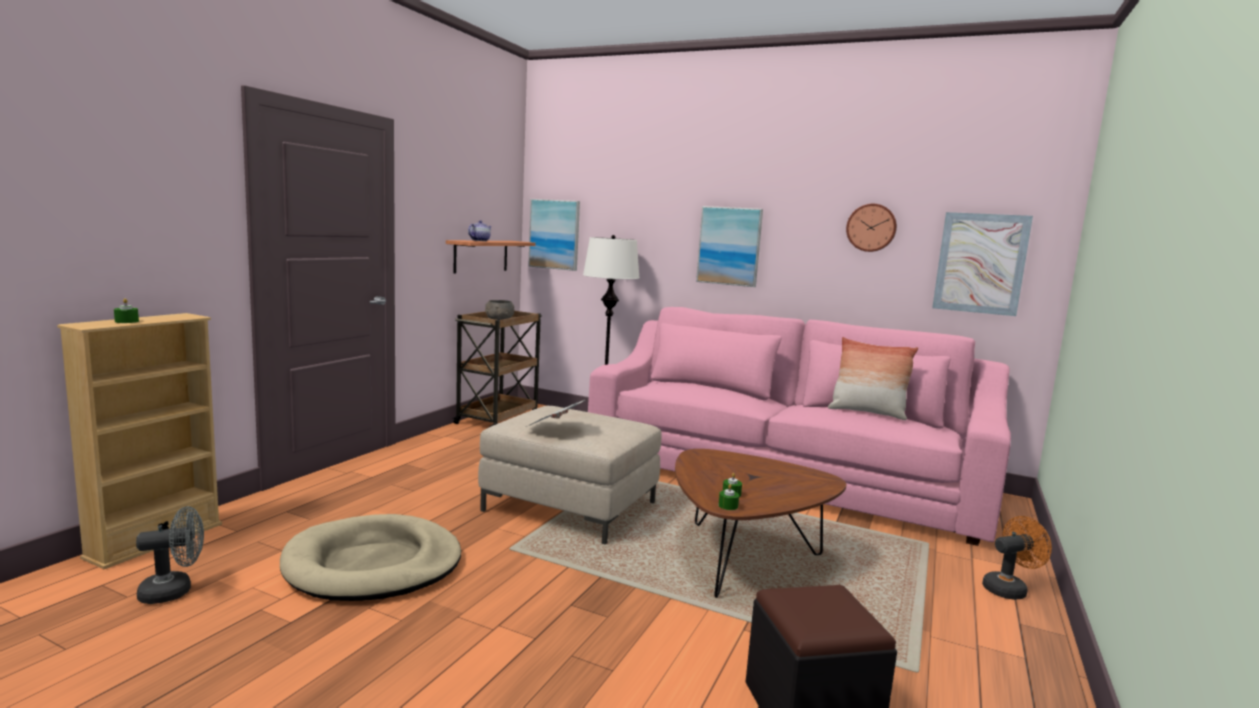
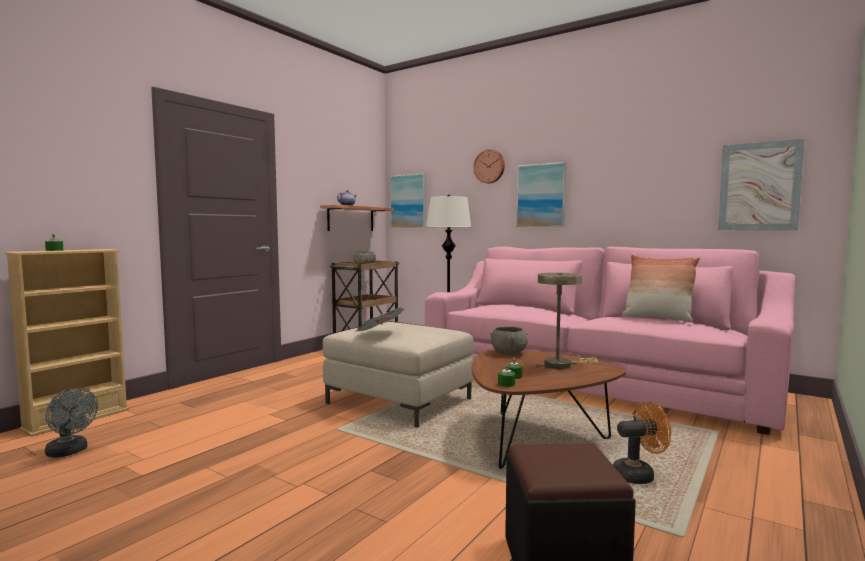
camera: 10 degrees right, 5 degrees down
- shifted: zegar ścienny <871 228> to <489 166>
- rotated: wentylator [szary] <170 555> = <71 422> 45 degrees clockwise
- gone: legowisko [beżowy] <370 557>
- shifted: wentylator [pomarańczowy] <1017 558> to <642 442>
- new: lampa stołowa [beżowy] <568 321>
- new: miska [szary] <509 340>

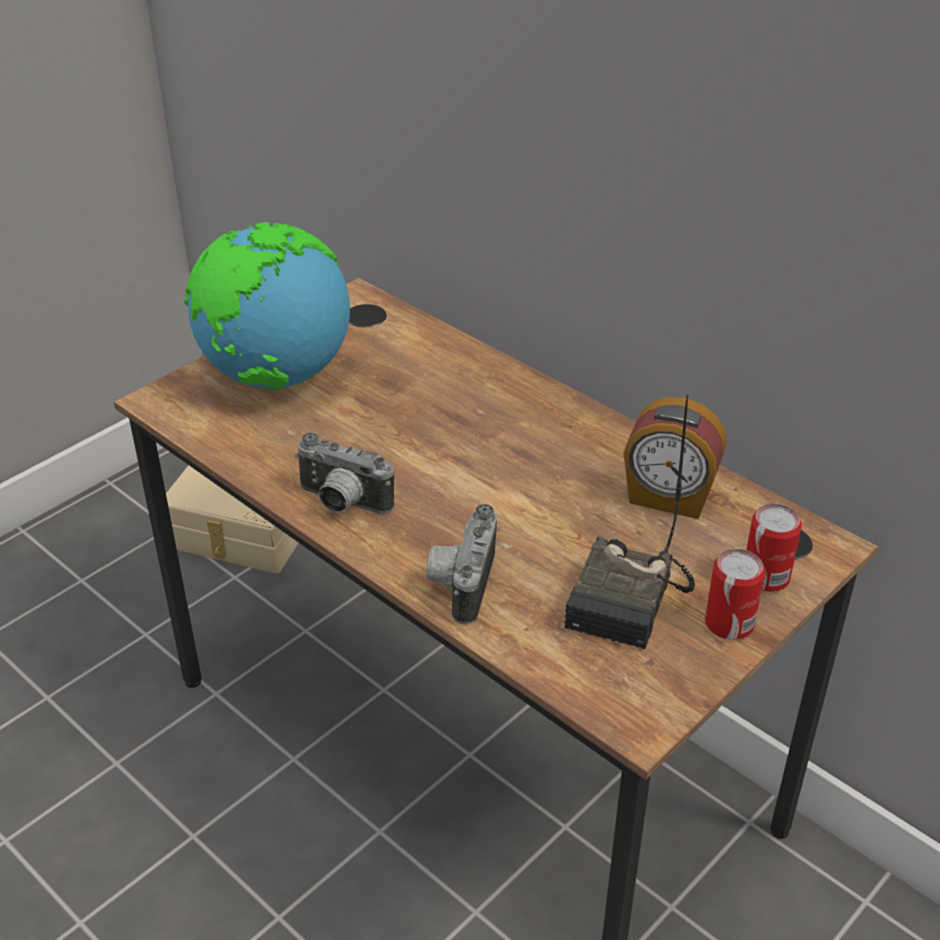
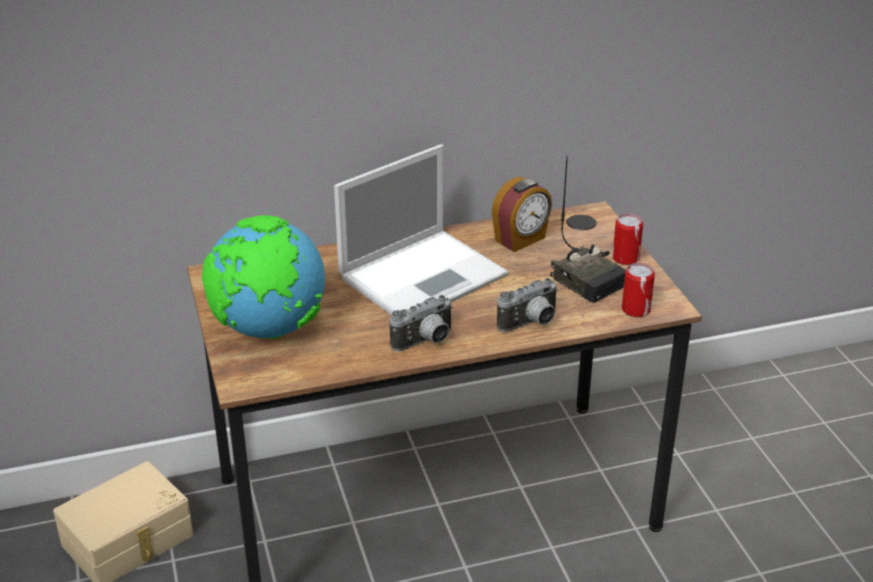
camera: 60 degrees left, 5 degrees down
- rotated: aparat fotograficzny <461 564> = <527 305> 75 degrees counterclockwise
- shifted: puszka <774 548> to <638 290>
- new: laptop <421 229>

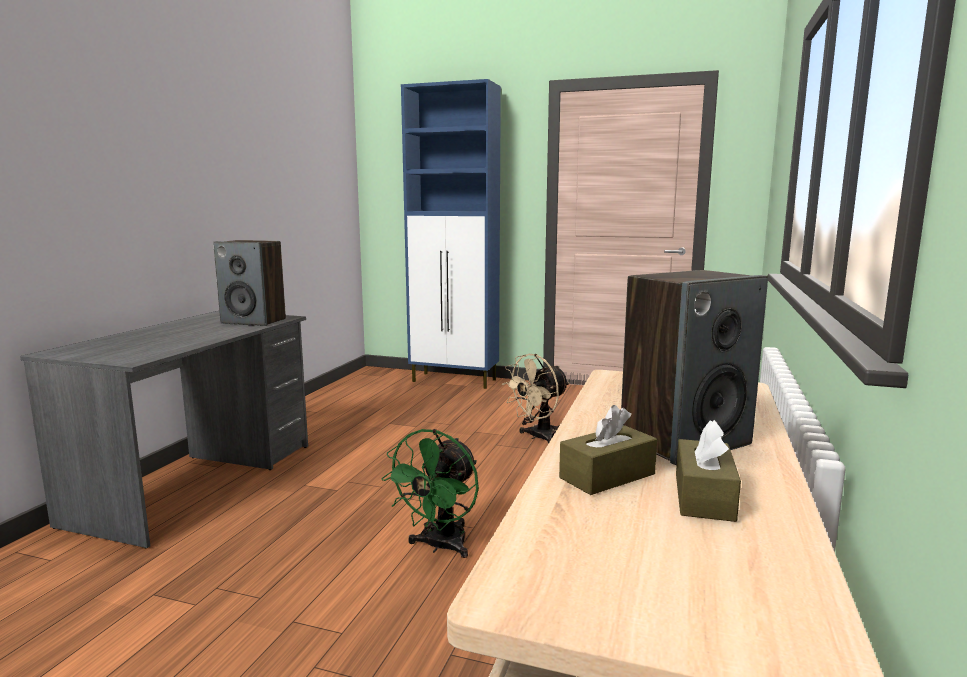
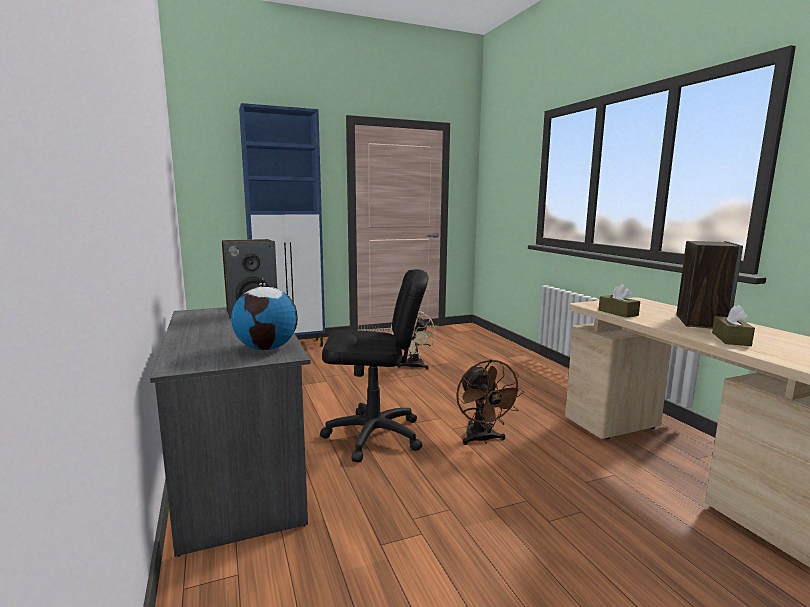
camera: 40 degrees left, 0 degrees up
- shifted: pudełko chusteczek [brązowy] <708 471> to <619 301>
- repainted: wentylator [zielony] <430 493> to wentylator [brązowy] <490 402>
- new: krzesło biurowe [czarny] <374 365>
- new: globus <264 313>

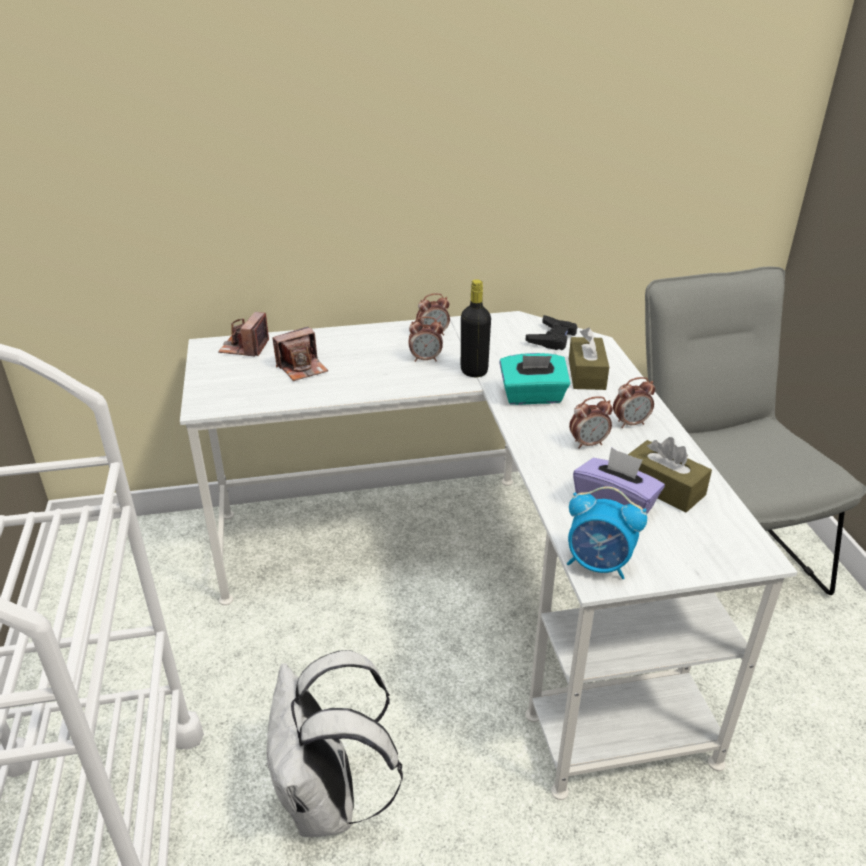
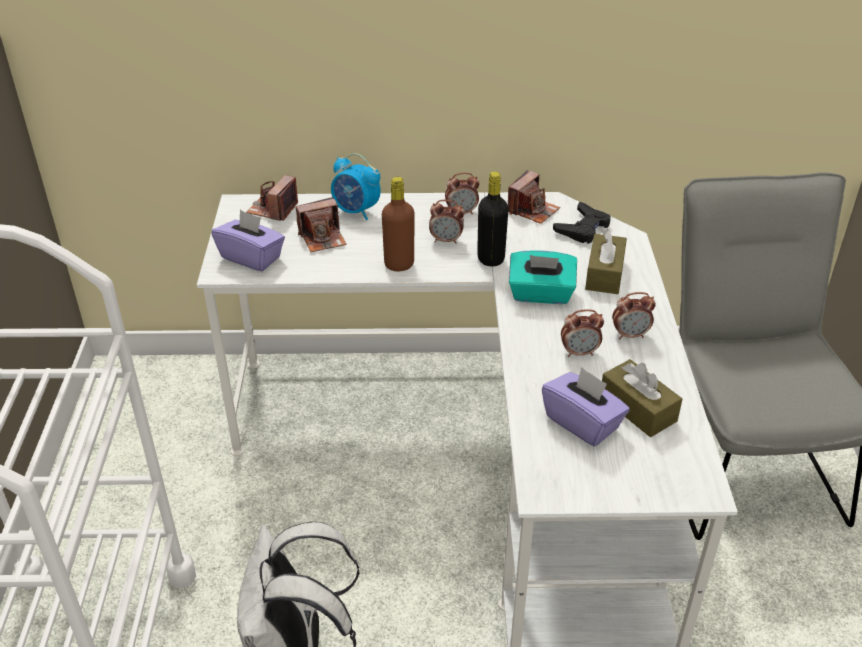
camera: 10 degrees right, 5 degrees up
- shifted: budzik <607 532> to <356 186>
- new: aparat fotograficzny <534 197>
- new: butelka [brązowy] <398 224>
- new: pudełko chusteczek [fioletowy] <248 240>

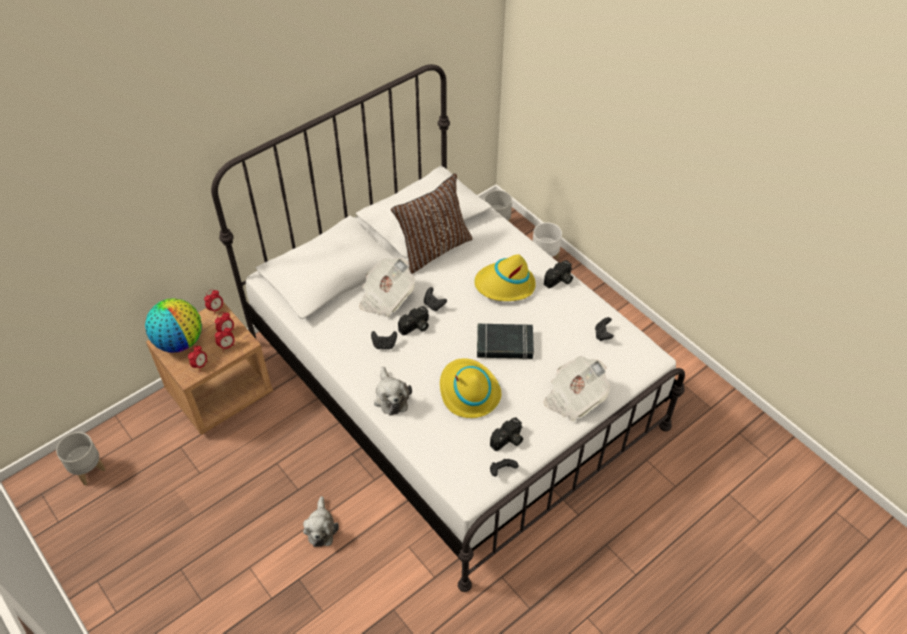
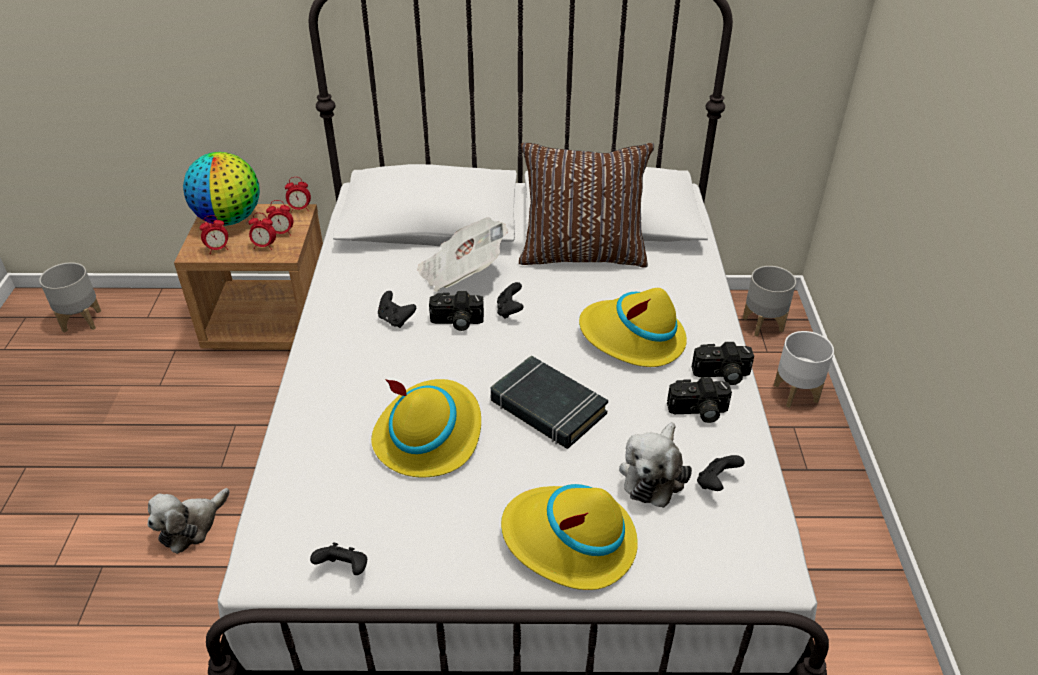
camera: 40 degrees right, 10 degrees down
- swapped: gazeta <576 389> to kapelusz [żółty] <569 537>
- shifted: pluszak <393 391> to <655 465>
- shifted: aparat fotograficzny <506 434> to <699 400>

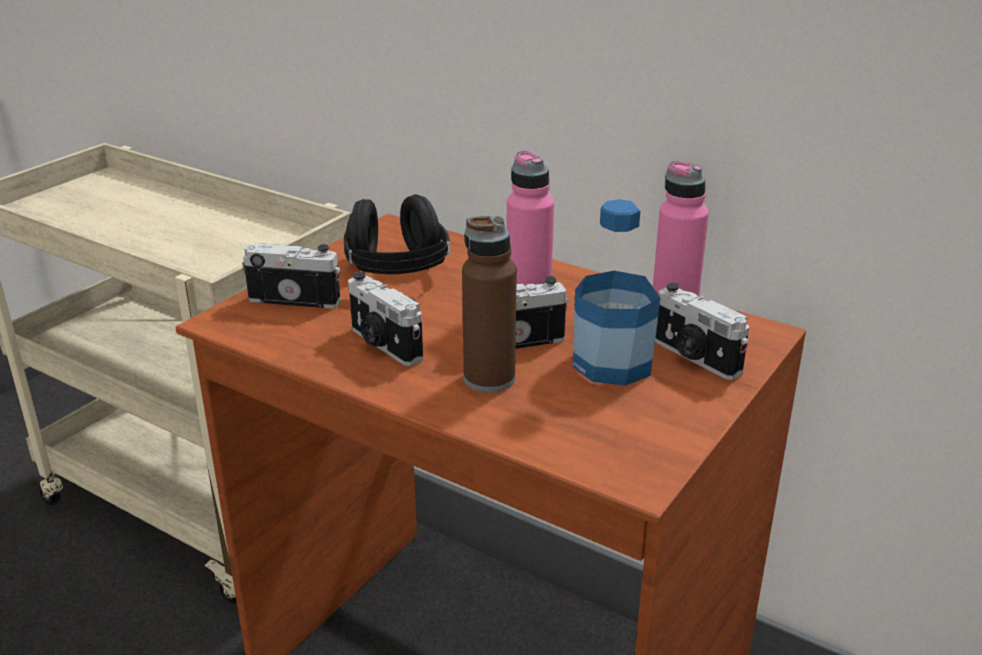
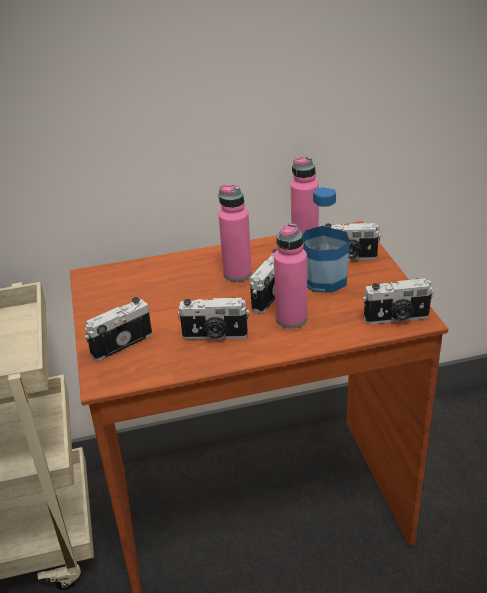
camera: 45 degrees left, 5 degrees up
- gone: słuchawki [czarny] <397 234>
- repainted: butelka [brązowy] <489 304> to butelka [różowy] <290 275>
- new: aparat fotograficzny <398 301>

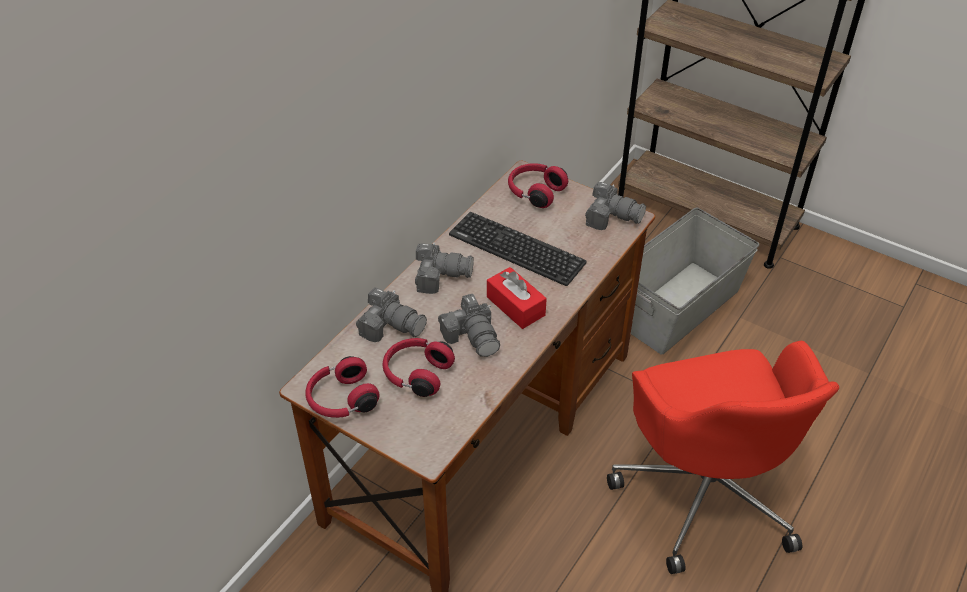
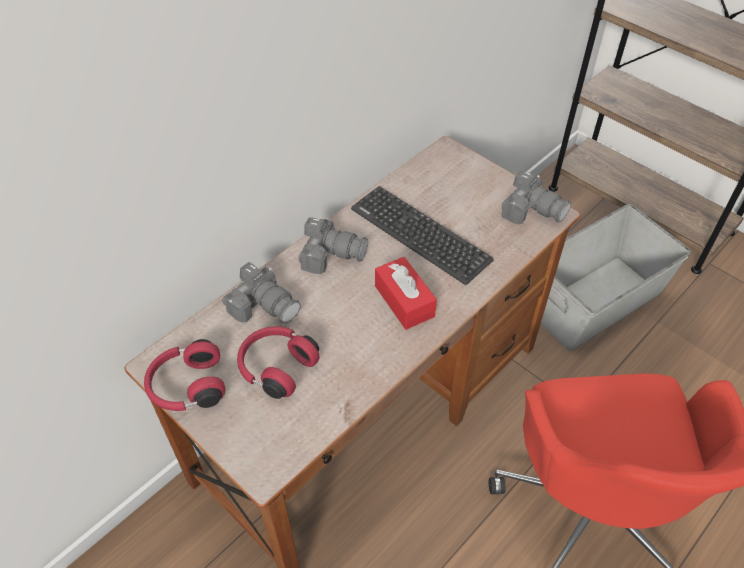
camera: 10 degrees right, 5 degrees up
- gone: słuchawki [czerwony] <538 185>
- gone: aparat fotograficzny <469 325>

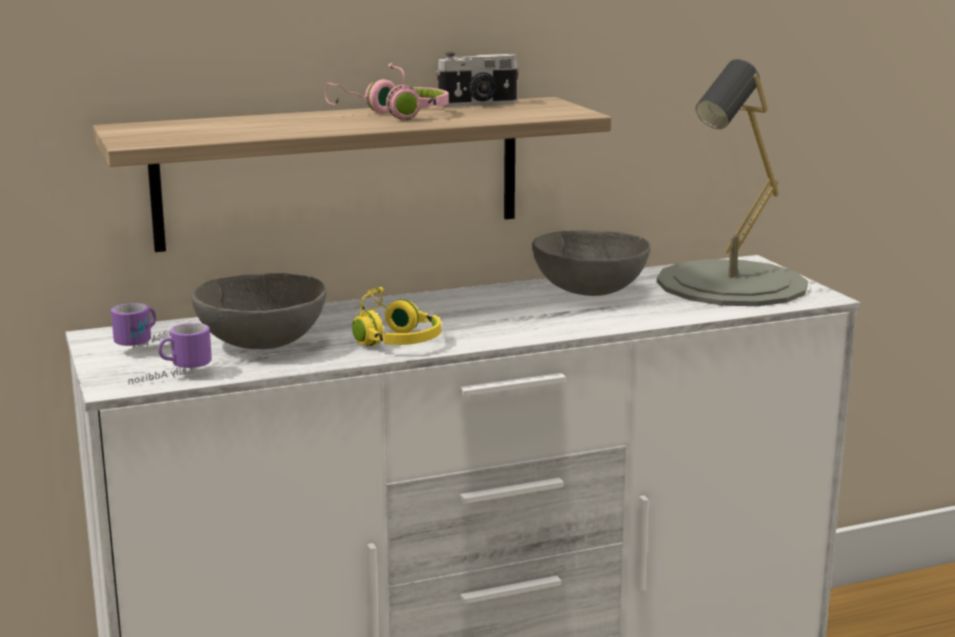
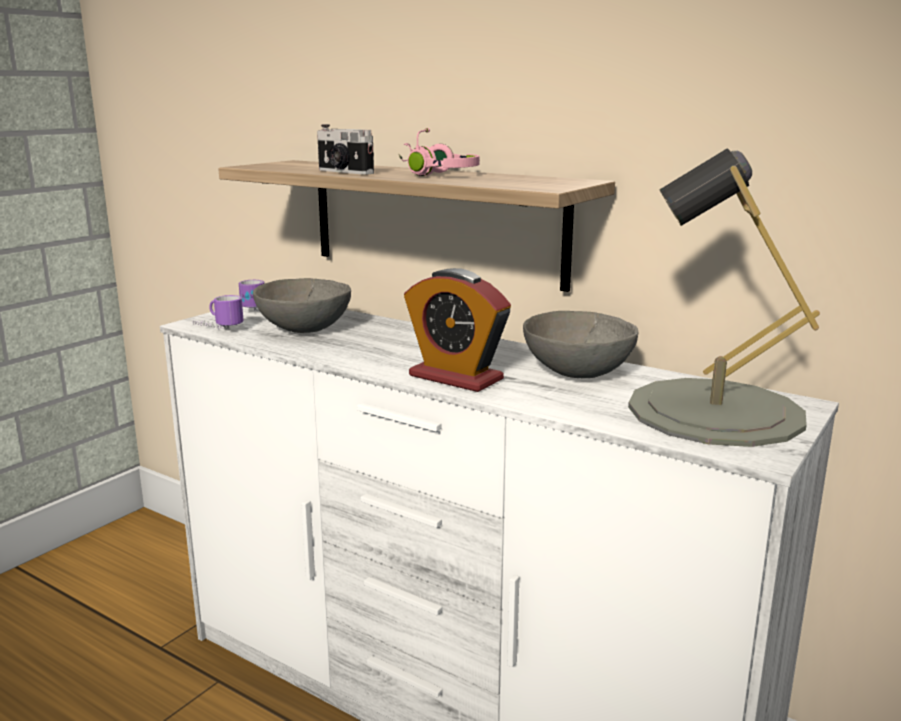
camera: 55 degrees right, 0 degrees up
- shifted: aparat fotograficzny <478 79> to <345 149>
- gone: słuchawki [żółty] <396 316>
- new: budzik <457 330>

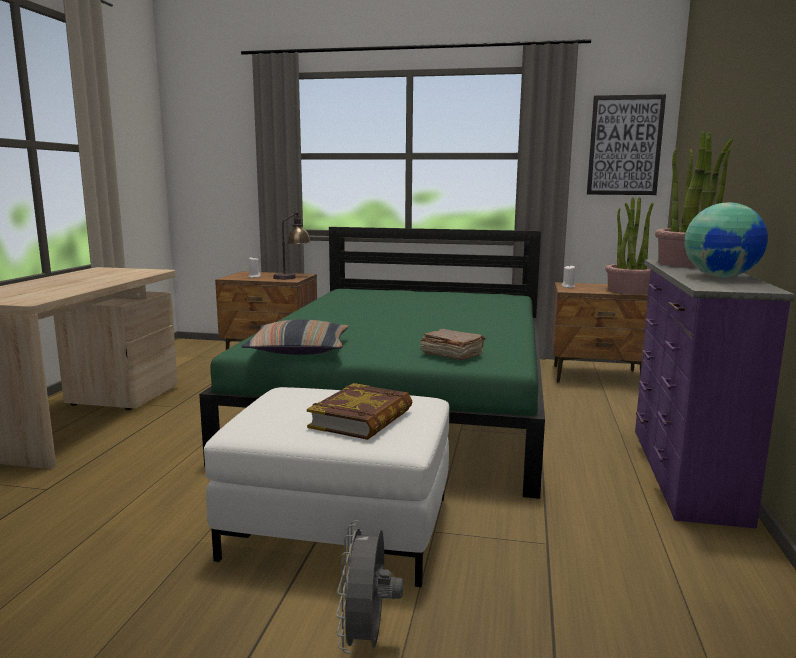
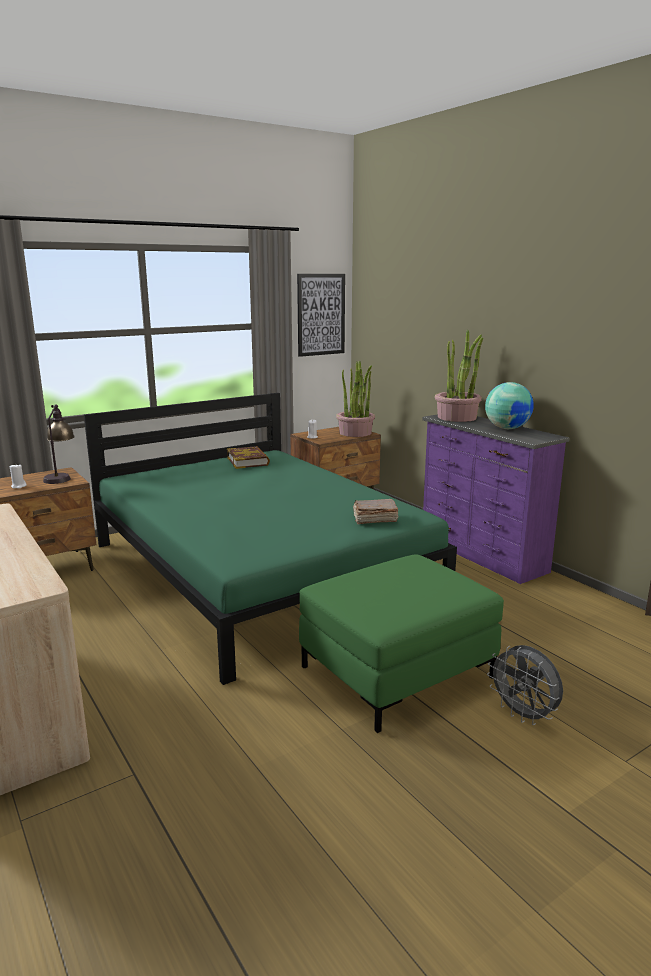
camera: 45 degrees left, 5 degrees up
- gone: poduszka <295 337>
- shifted: książka <359 411> to <248 457>
- repainted: pufa [biały] <326 487> to pufa [zielony] <401 643>

